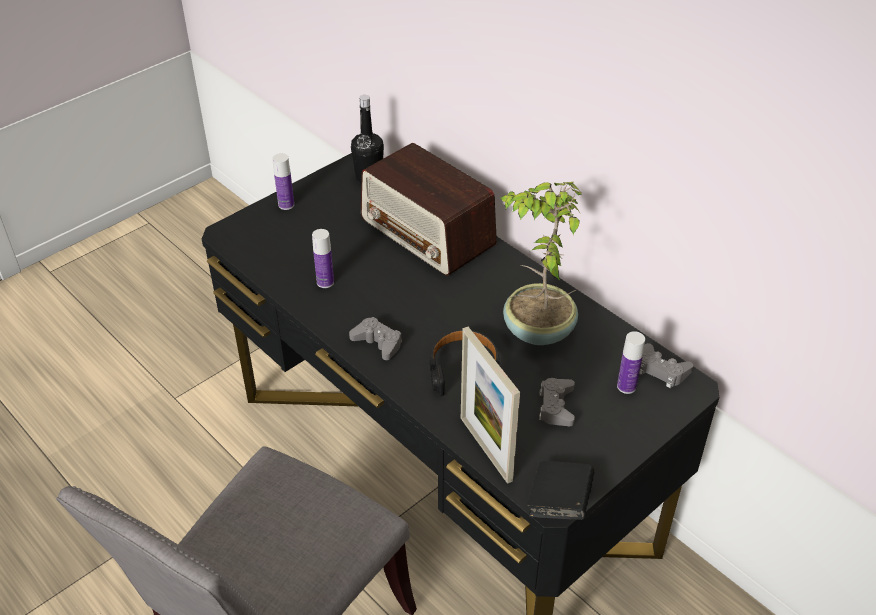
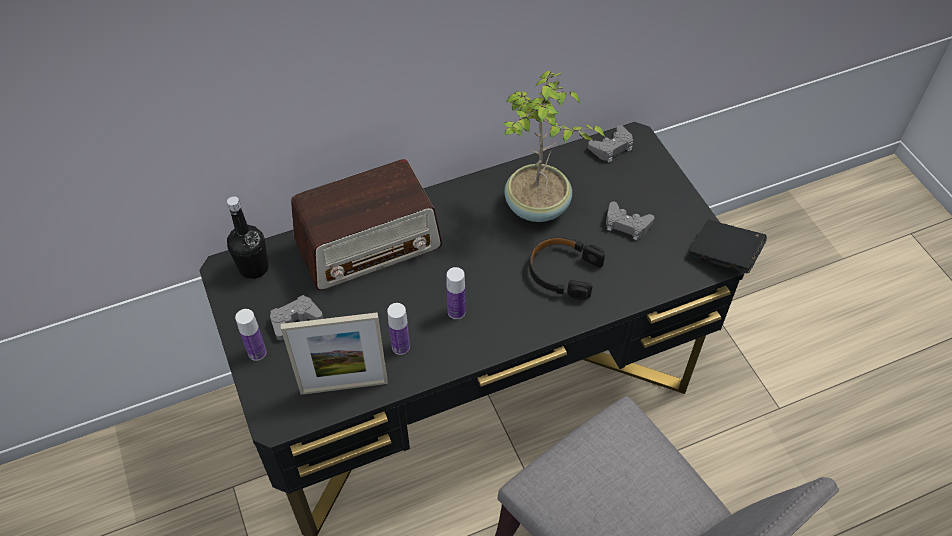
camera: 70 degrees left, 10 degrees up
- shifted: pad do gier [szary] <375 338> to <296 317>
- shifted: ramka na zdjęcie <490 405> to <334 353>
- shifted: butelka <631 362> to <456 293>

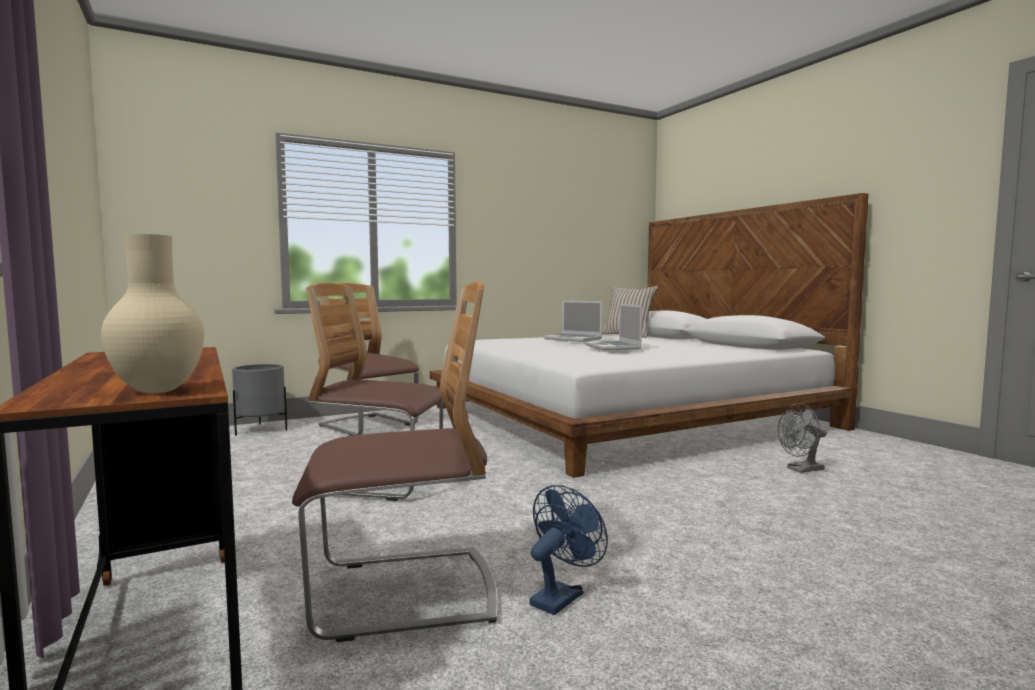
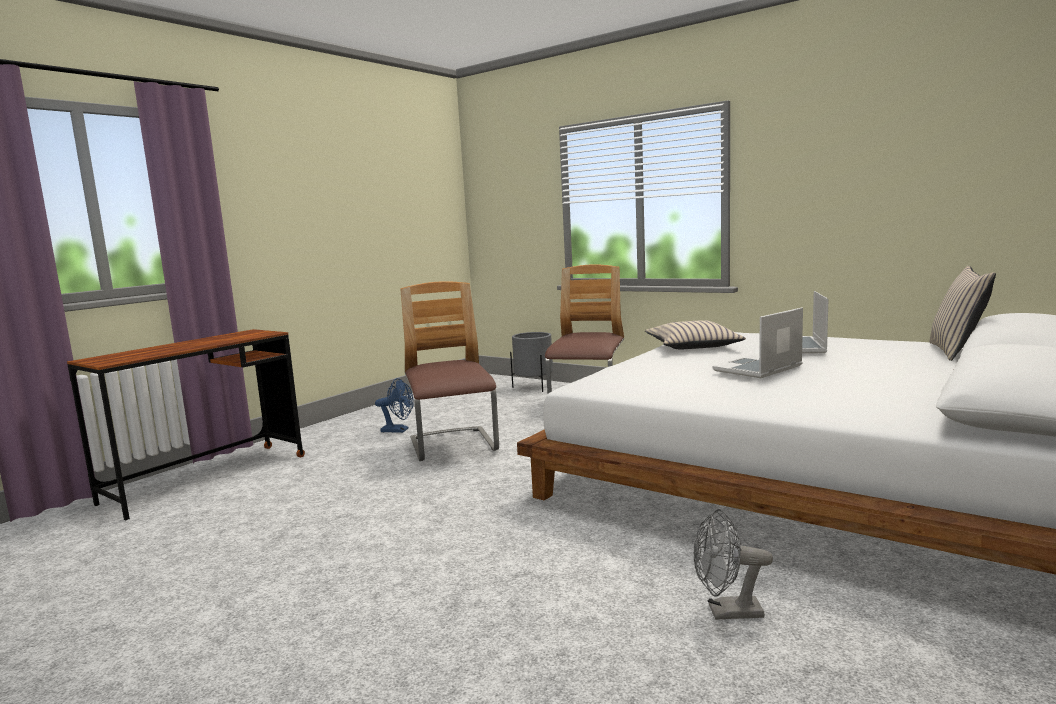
camera: 65 degrees right, 5 degrees up
- gone: wazon [beżowy] <152 313>
- gone: krzesło <395 461>
- rotated: wentylator [szary] <802 438> = <733 564> 45 degrees counterclockwise
- shifted: wentylator [niebieski] <568 550> to <394 405>
- new: poduszka [beżowy] <695 334>

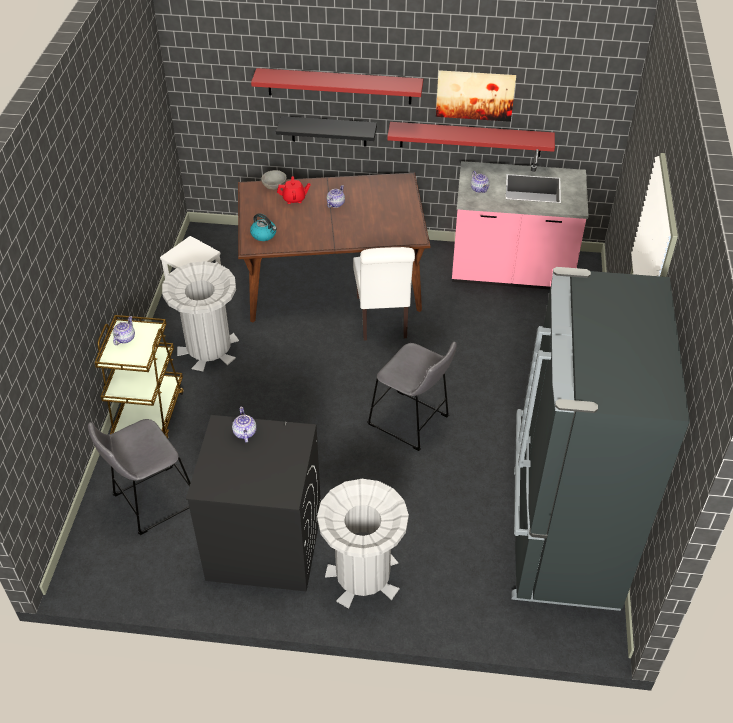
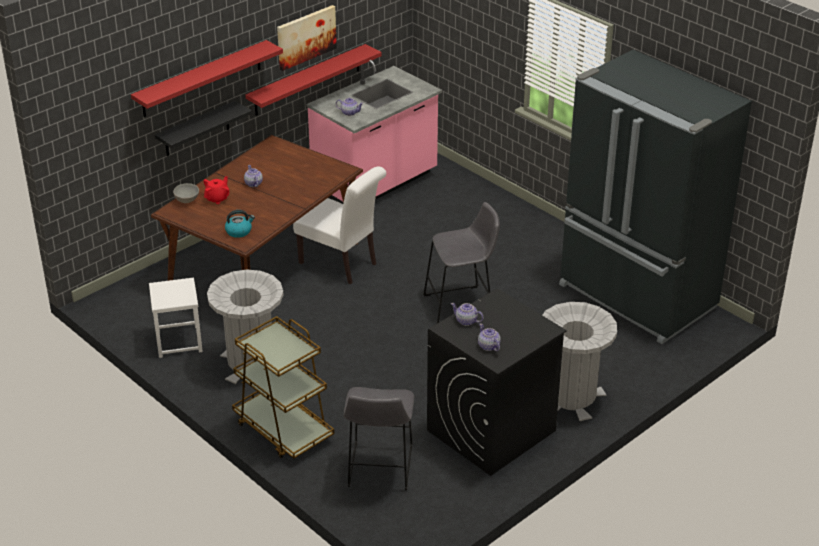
camera: 50 degrees left, 10 degrees down
- shifted: imbryk <124 330> to <489 337>

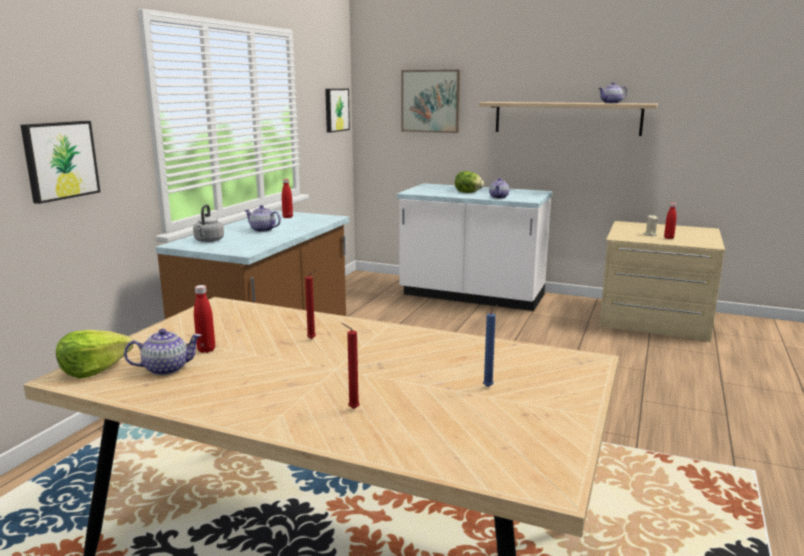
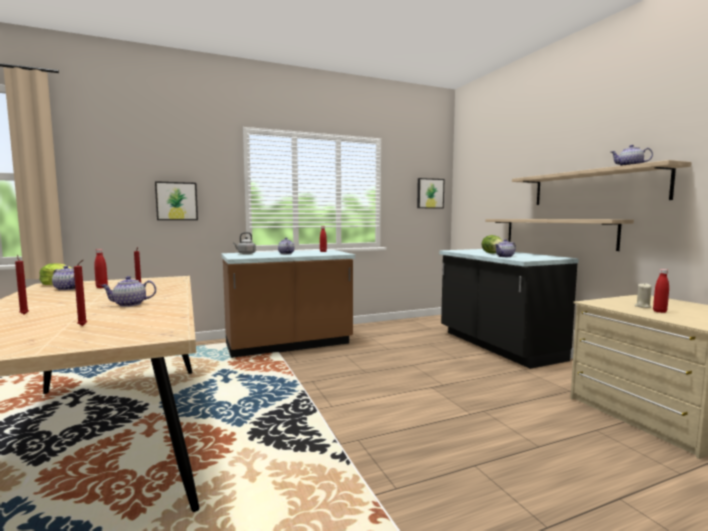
camera: 45 degrees right, 10 degrees down
- gone: obraz <431 101>
- repainted: zabudowa kuchenna [biały] <475 247> to zabudowa kuchenna [czarny] <509 309>
- repainted: świeca [niebieski] <490 346> to świeca [czerwony] <80 293>
- new: półka <559 235>
- new: imbryk <128 291>

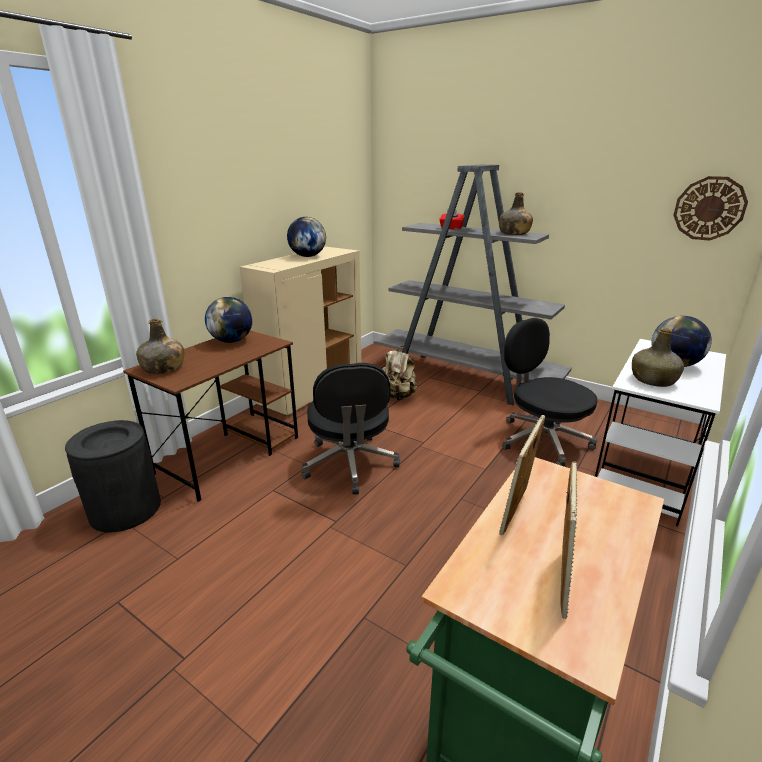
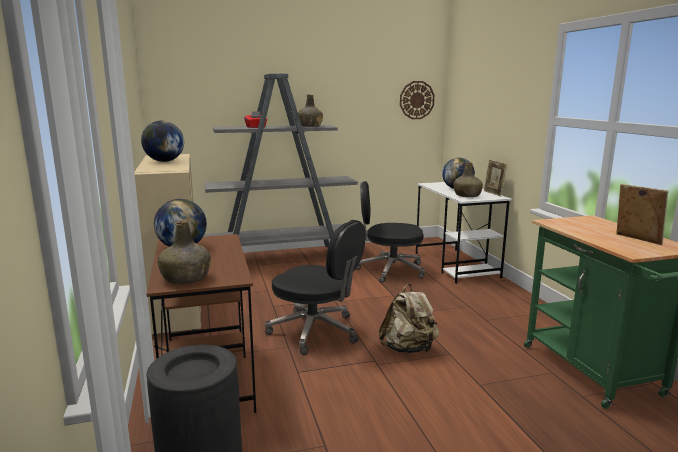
camera: 50 degrees left, 10 degrees down
- shifted: plecak [beżowy] <399 373> to <409 318>
- shifted: ramka na zdjęcie <522 475> to <495 178>

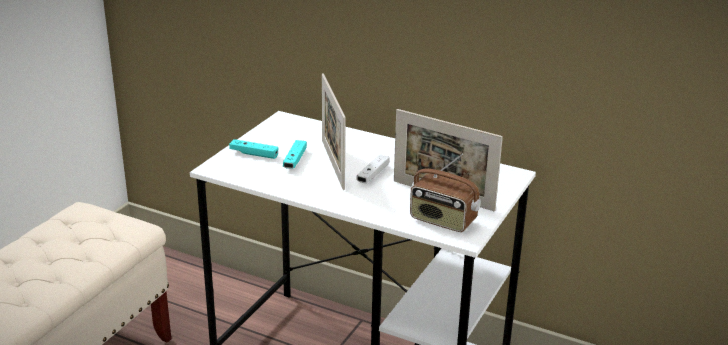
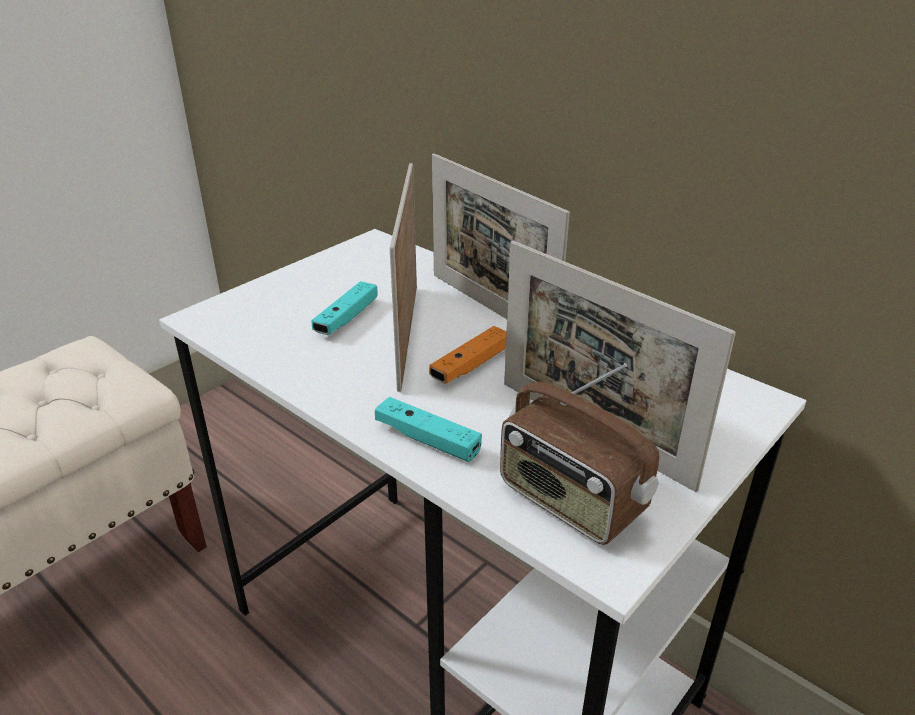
camera: 15 degrees right, 5 degrees up
- shifted: pad do gier [turkusowy] <253 149> to <428 429>
- repainted: pad do gier [biały] <373 168> to pad do gier [pomarańczowy] <468 355>
- new: ramka na zdjęcie <501 236>

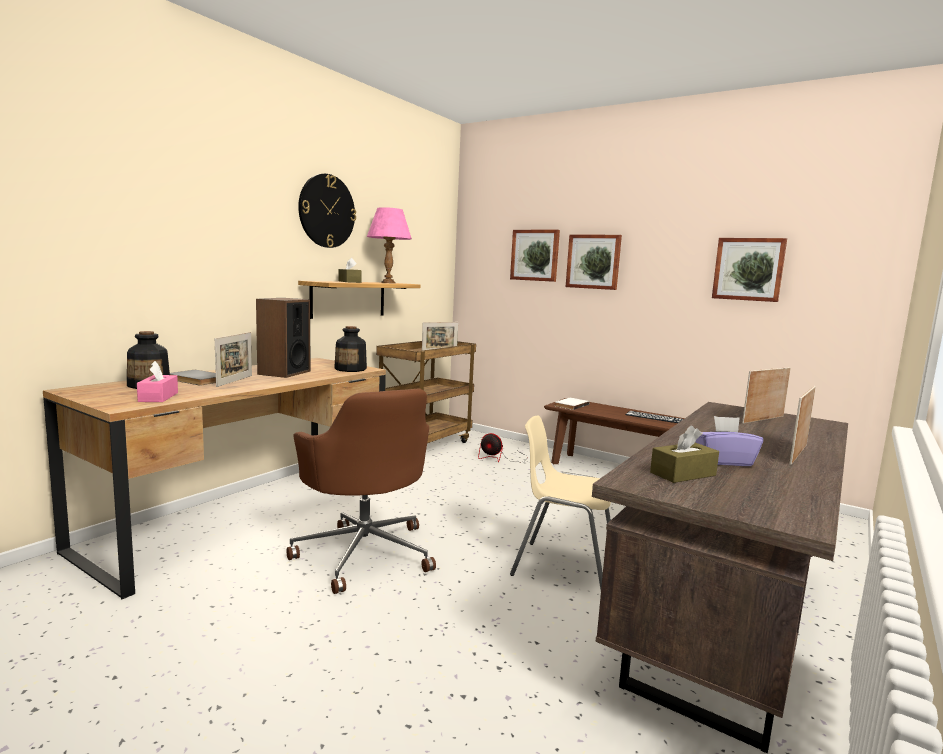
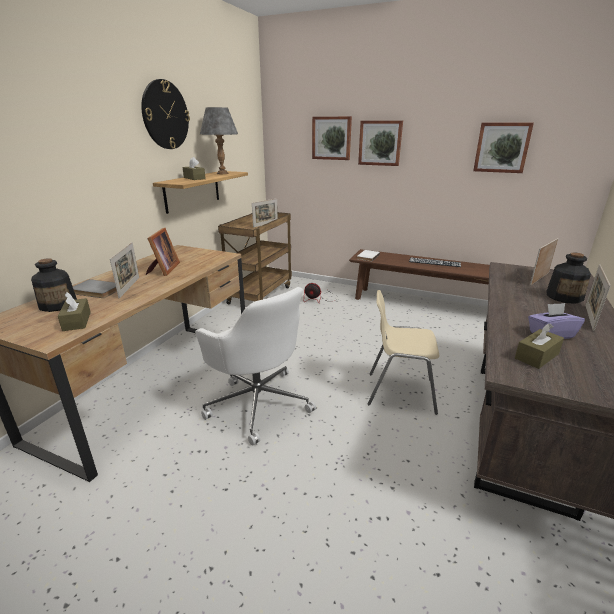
camera: 10 degrees left, 15 degrees up
- repainted: lampa stołowa [różowy] <389 245> to lampa stołowa [szary] <219 140>
- swapped: głośnik <283 338> to ramka na zdjęcie <162 252>
- shifted: butelka <350 349> to <568 278>
- repainted: pudełko chusteczek [różowy] <157 381> to pudełko chusteczek [brązowy] <74 311>
- repainted: krzesło biurowe [brązowy] <361 491> to krzesło biurowe [biały] <255 366>

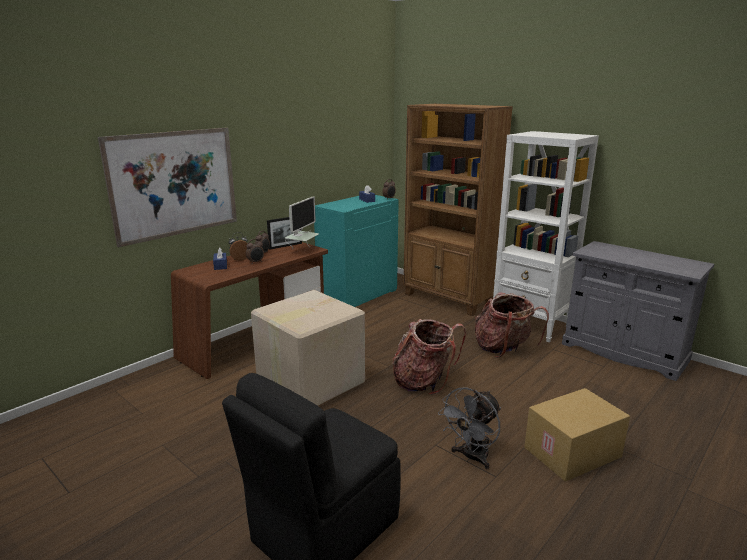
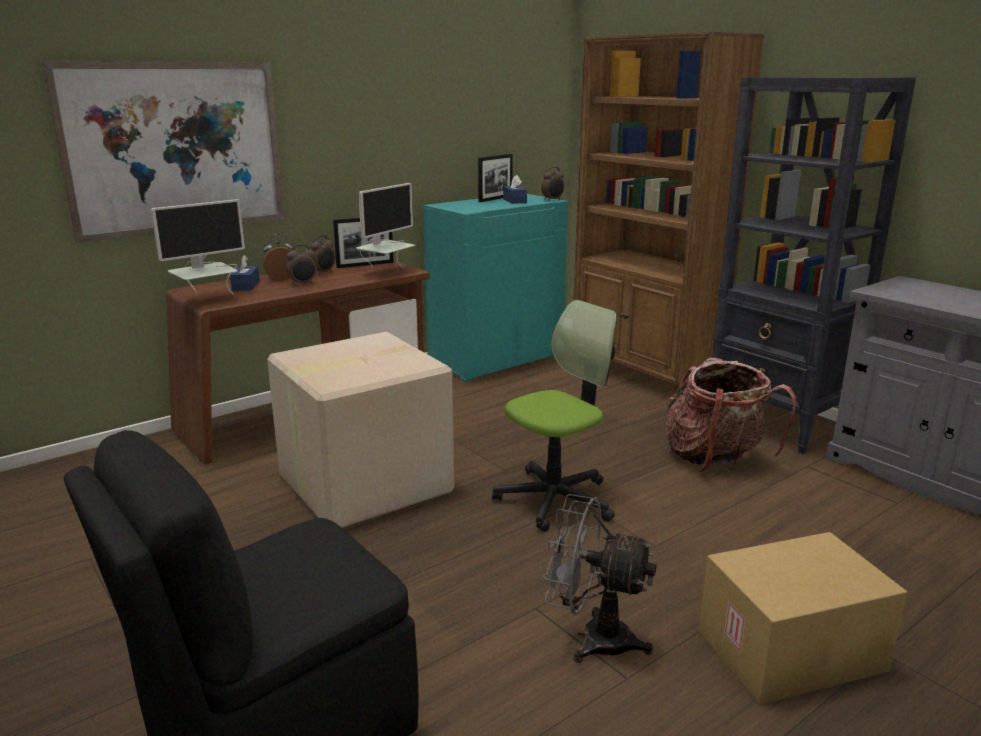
camera: 10 degrees right, 0 degrees up
- repainted: regał [biały] <546 236> to regał [czarny] <814 265>
- swapped: plecak <429 357> to krzesło biurowe <554 416>
- rotated: wentylator [szary] <469 428> = <599 578> 60 degrees clockwise
- new: ramka na zdjęcie <495 178>
- new: monitor <198 247>

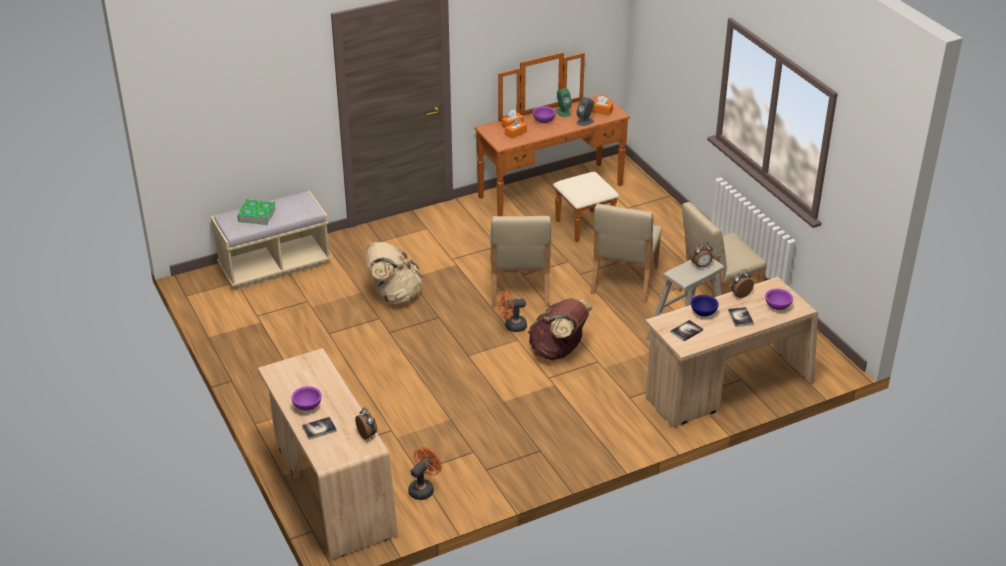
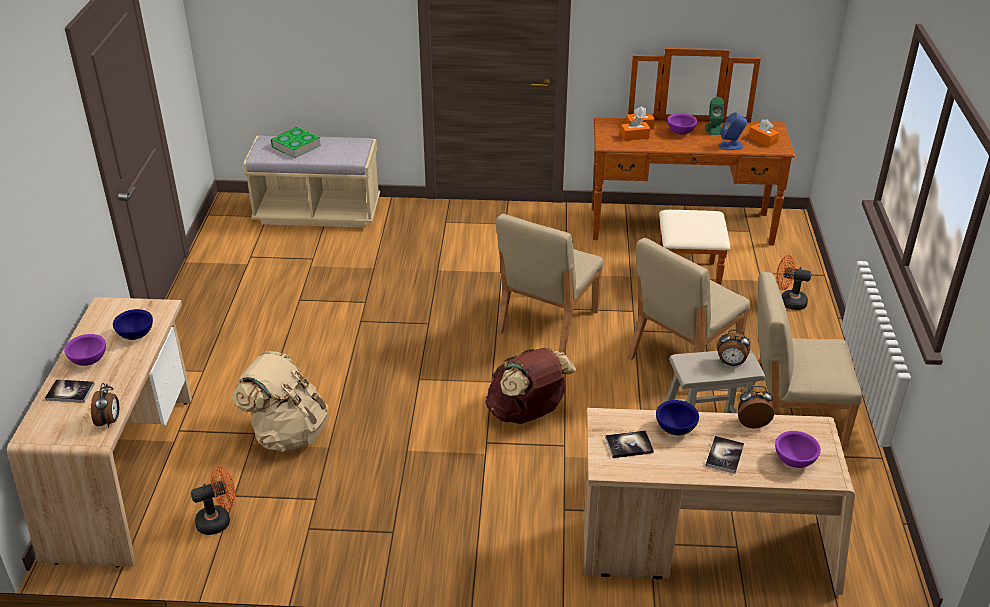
camera: 30 degrees right, 0 degrees up
- repainted: głośnik [szary] <585 111> to głośnik [niebieski] <733 131>
- shifted: plecak [beżowy] <393 273> to <280 401>
- shifted: wentylator [pomarańczowy] <513 311> to <794 282>
- new: miska [niebieski] <133 324>

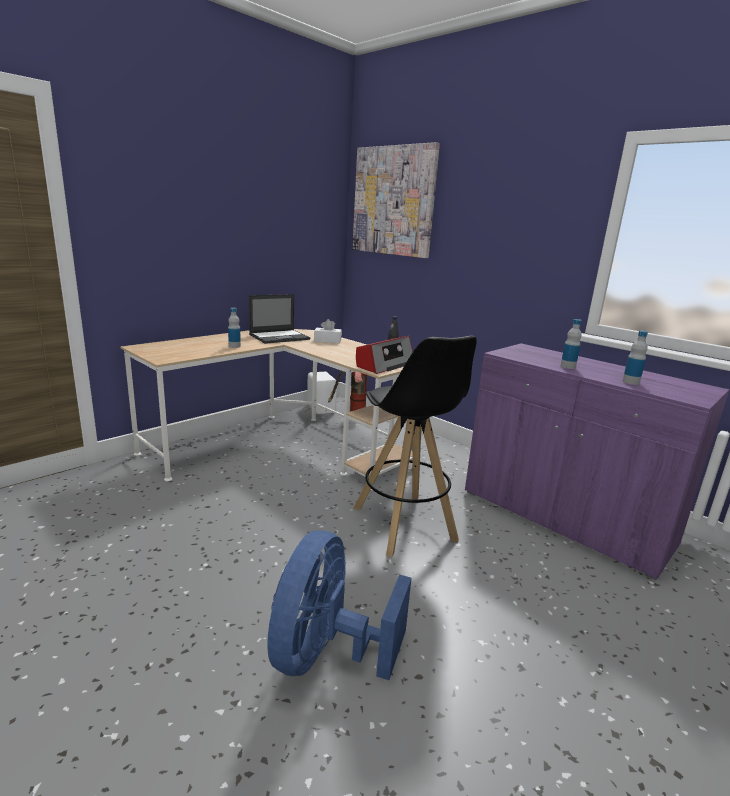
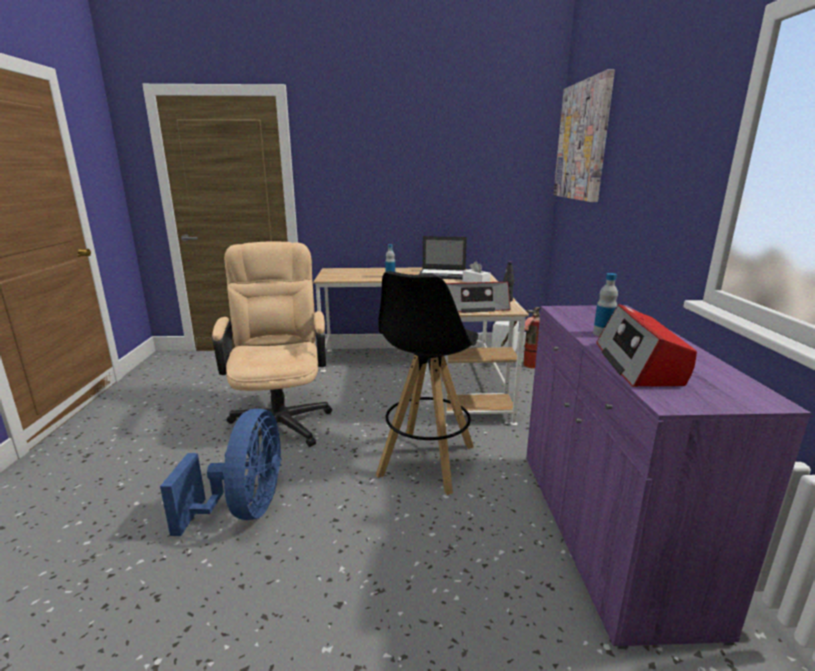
camera: 45 degrees right, 0 degrees up
- swapped: butelka <635 358> to radio <647 345>
- rotated: wentylator [niebieski] <339 605> = <221 472> 120 degrees clockwise
- new: krzesło biurowe [beżowy] <272 344>

